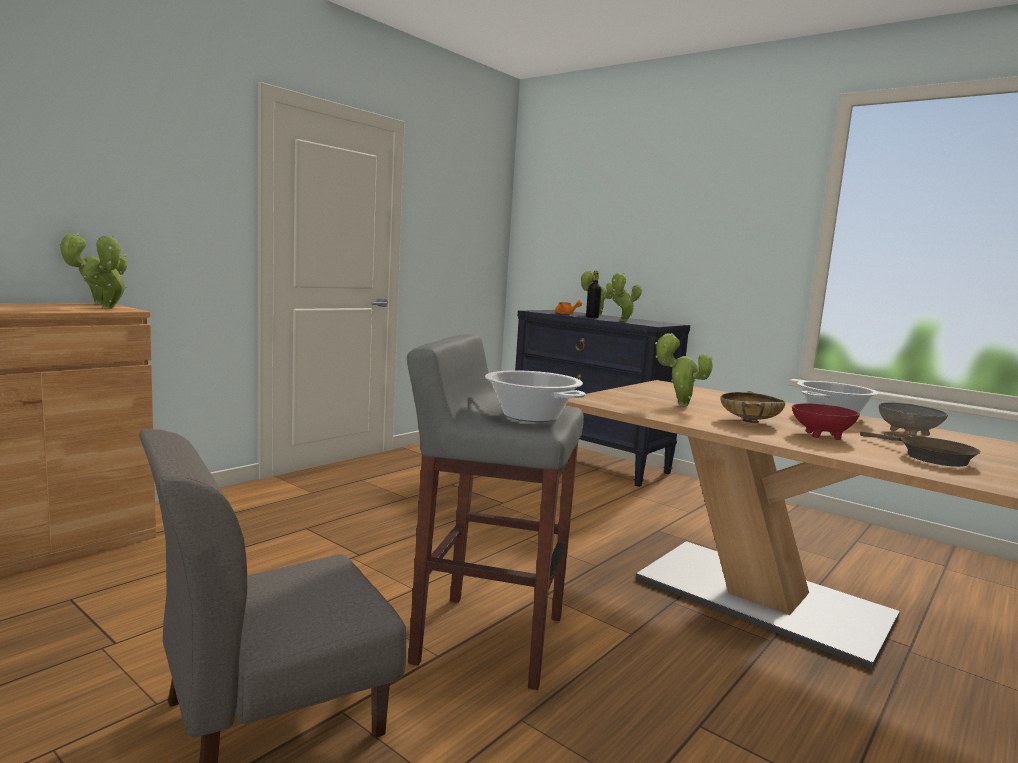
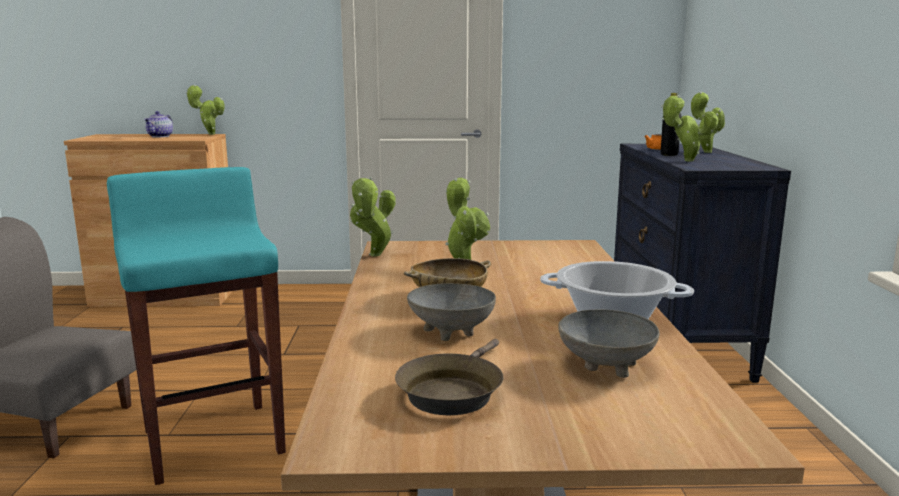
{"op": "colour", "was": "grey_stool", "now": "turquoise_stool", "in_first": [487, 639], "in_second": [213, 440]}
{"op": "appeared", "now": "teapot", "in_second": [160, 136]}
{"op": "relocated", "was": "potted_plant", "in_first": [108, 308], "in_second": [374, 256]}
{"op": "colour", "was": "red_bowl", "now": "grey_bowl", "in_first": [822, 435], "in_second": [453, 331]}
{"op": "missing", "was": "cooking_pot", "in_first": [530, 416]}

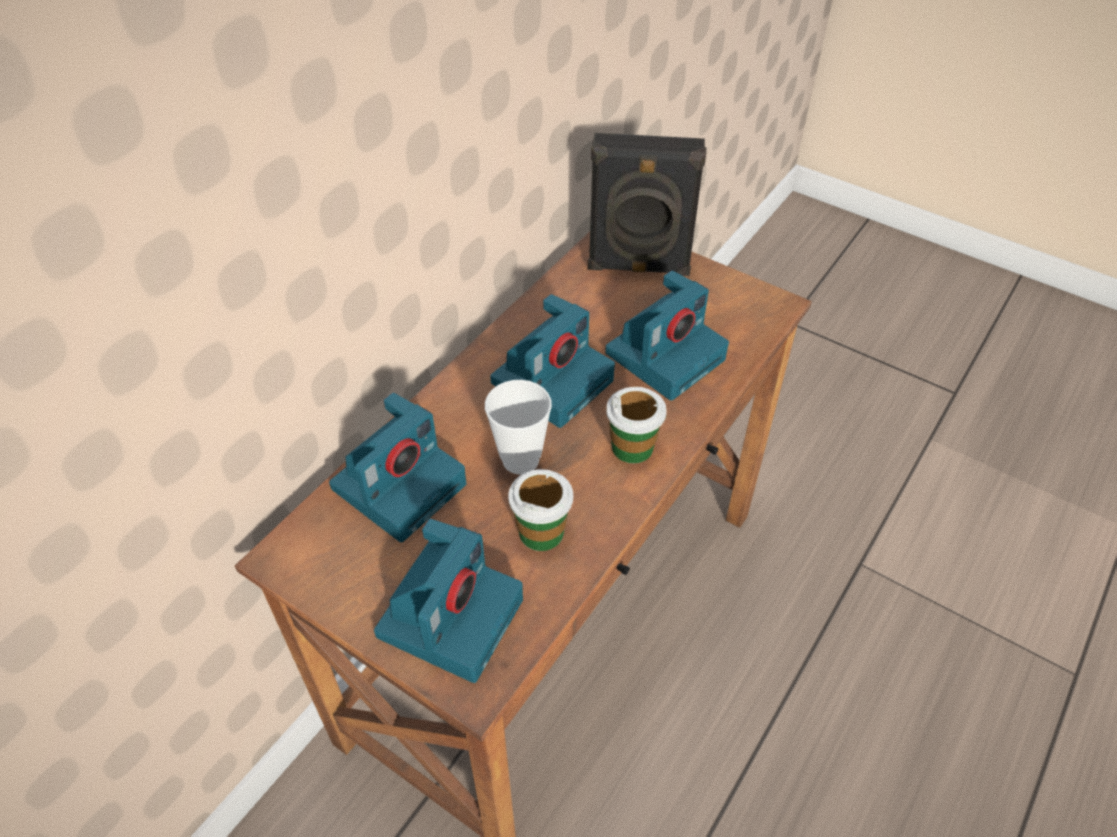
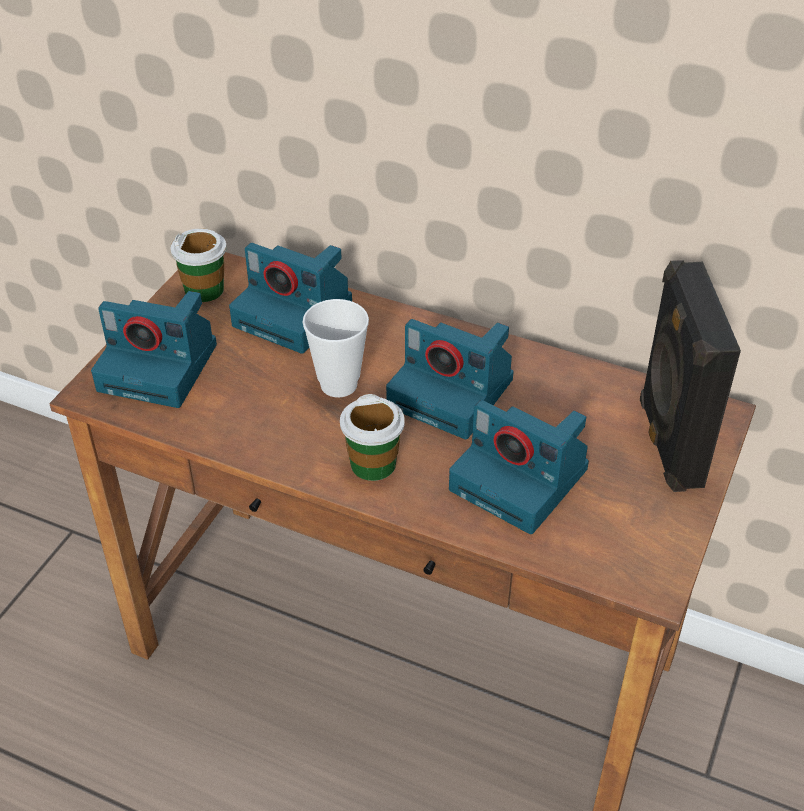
{"op": "relocated", "was": "cup", "in_first": [541, 531], "in_second": [204, 290]}

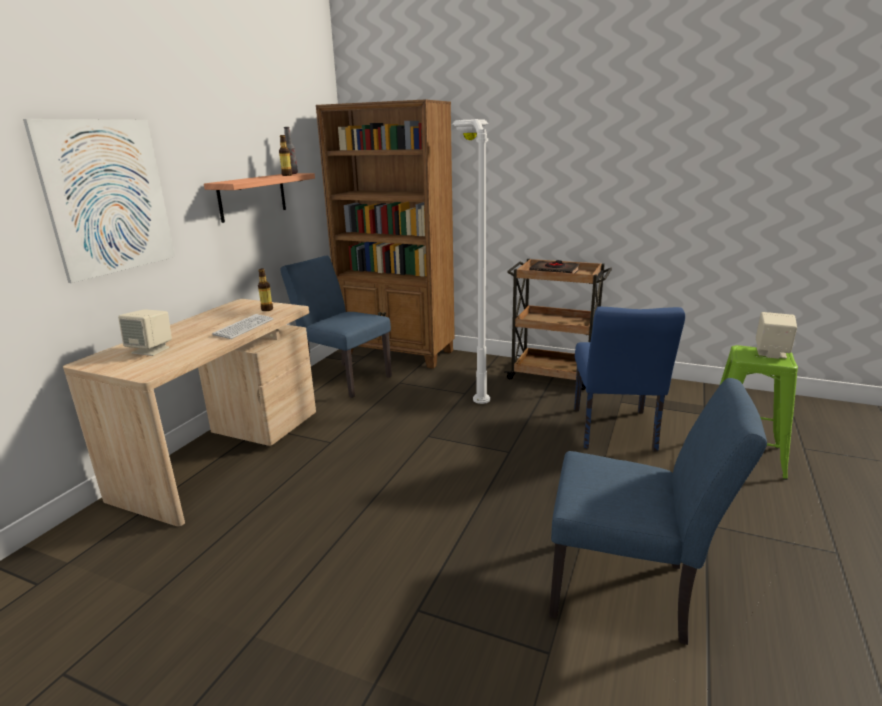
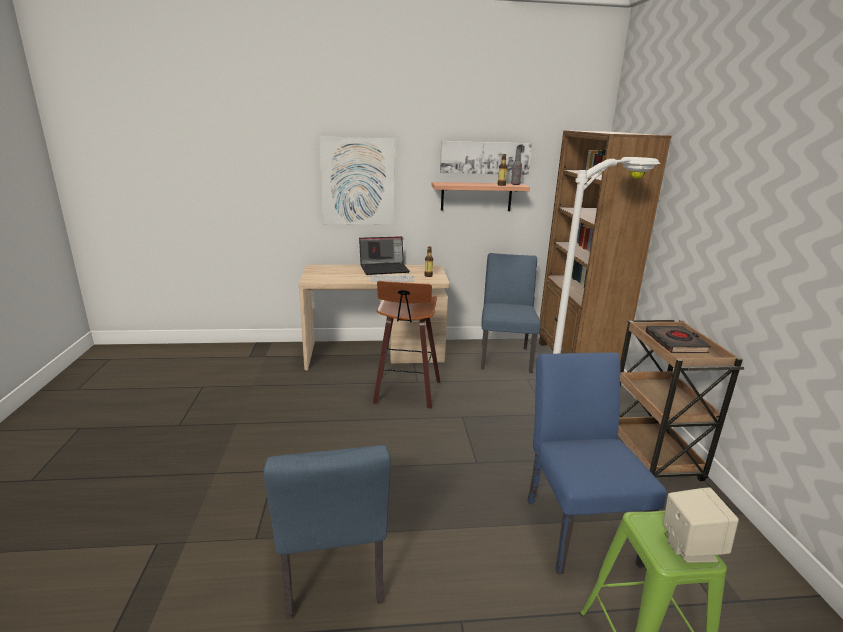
{"op": "appeared", "now": "laptop", "in_second": [385, 269]}
{"op": "appeared", "now": "stool", "in_second": [406, 393]}
{"op": "appeared", "now": "picture", "in_second": [485, 157]}
{"op": "spun", "was": "blue_chair", "in_first": [614, 433], "in_second": [576, 524], "clockwise": 105}
{"op": "missing", "was": "beige_speaker", "in_first": [151, 350]}

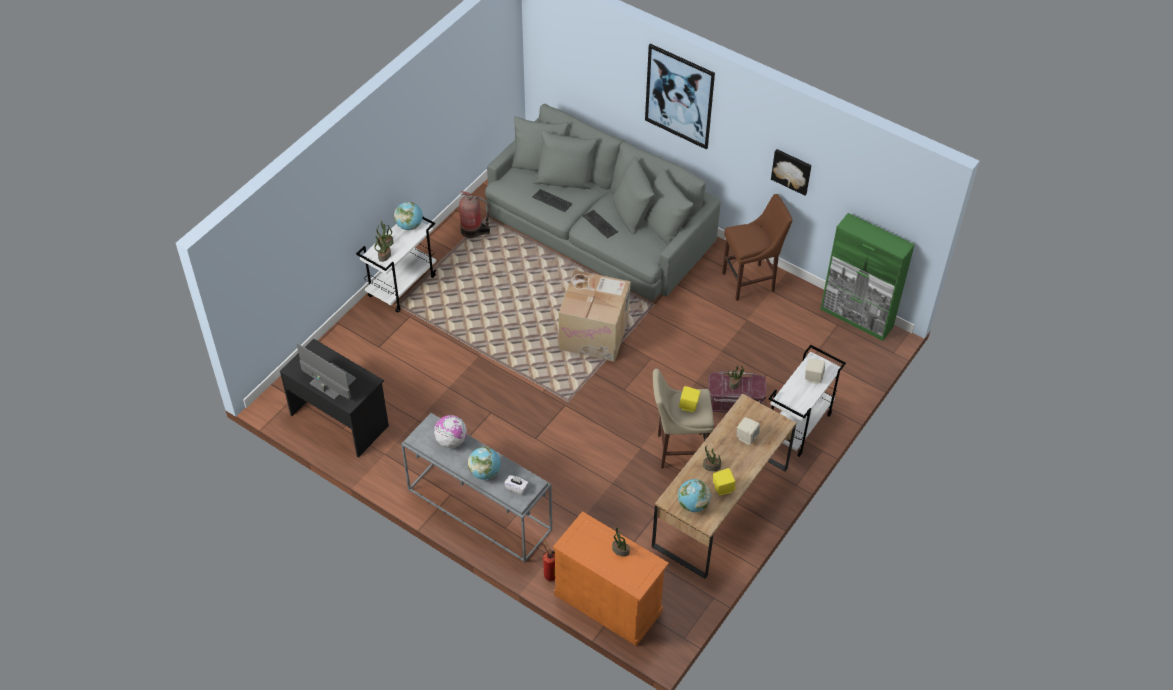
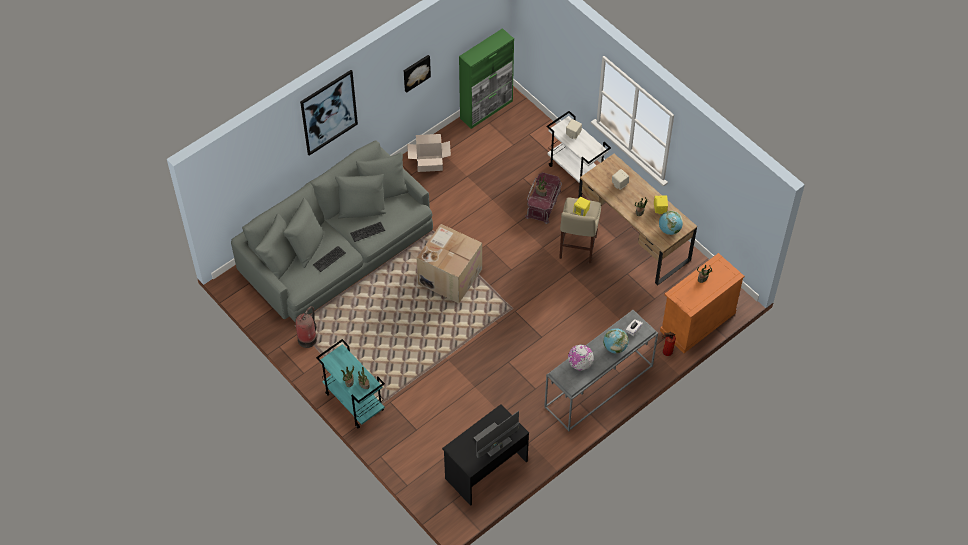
{"op": "colour", "was": "white_cart", "now": "turquoise_cart", "in_first": [402, 285], "in_second": [353, 402]}
{"op": "exchanged", "was": "brown_stool", "now": "cardboard_box", "in_first": [751, 281], "in_second": [429, 163]}
{"op": "missing", "was": "globe", "in_first": [409, 225]}

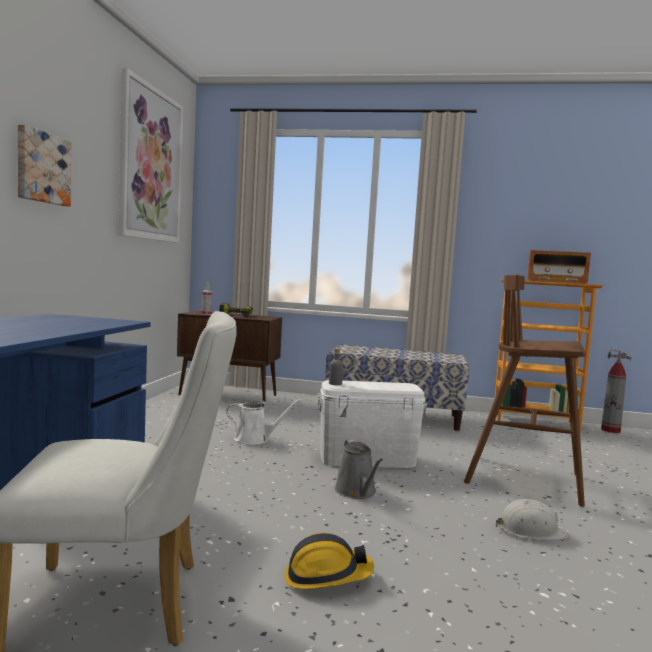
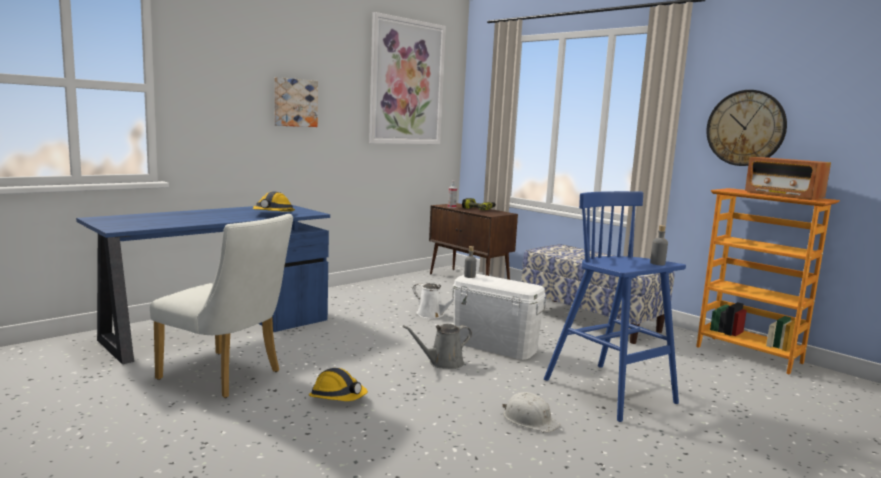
{"op": "appeared", "now": "hard_hat", "in_second": [273, 214]}
{"op": "spun", "was": "grey_watering_can", "in_first": [357, 492], "in_second": [443, 363], "clockwise": 45}
{"op": "colour", "was": "brown_stool", "now": "blue_stool", "in_first": [526, 480], "in_second": [611, 392]}
{"op": "appeared", "now": "grey_bottle", "in_second": [657, 263]}
{"op": "appeared", "now": "wall_clock", "in_second": [745, 128]}
{"op": "missing", "was": "fire_extinguisher", "in_first": [610, 430]}

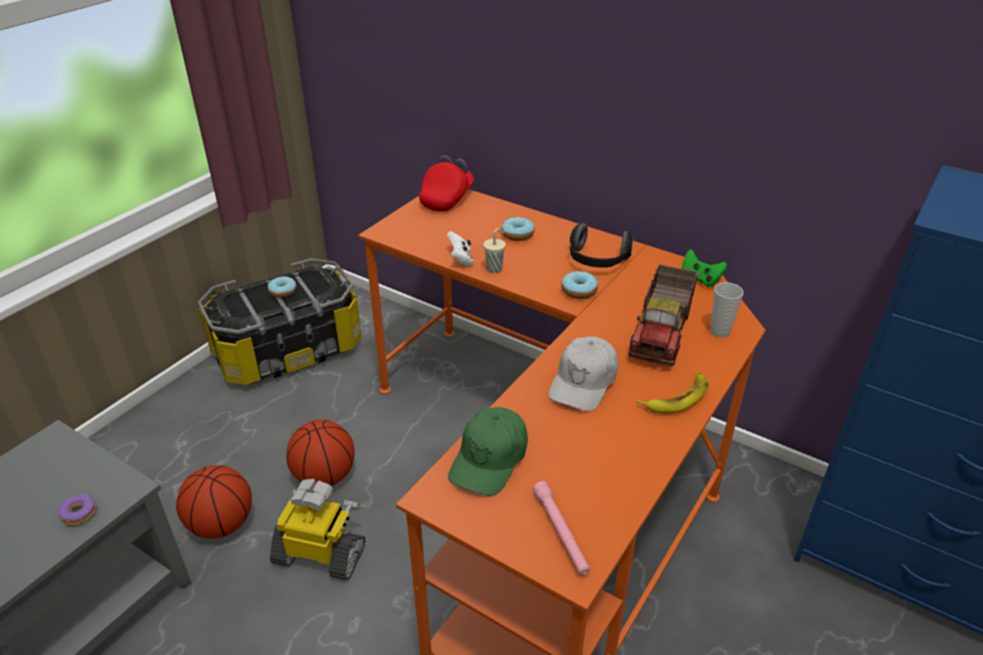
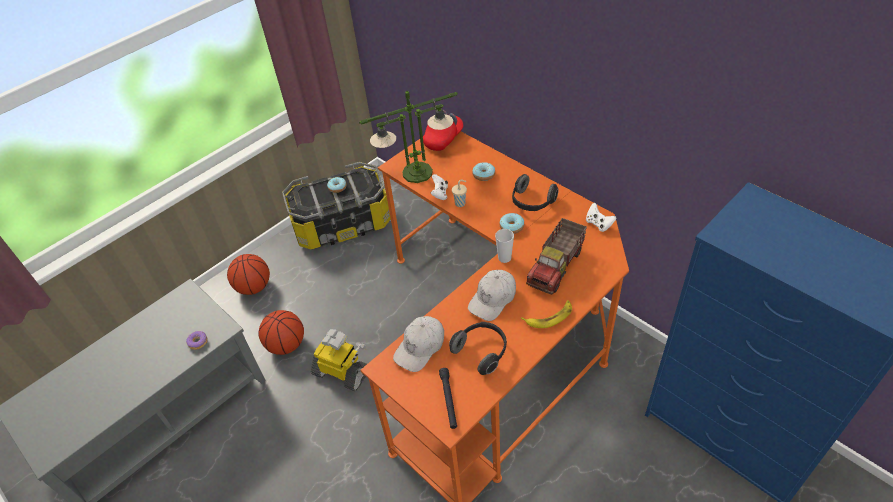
{"op": "relocated", "was": "basketball", "in_first": [324, 477], "in_second": [254, 287]}
{"op": "appeared", "now": "table_lamp", "in_second": [417, 173]}
{"op": "colour", "was": "green_cap", "now": "white_cap", "in_first": [490, 459], "in_second": [420, 347]}
{"op": "colour", "was": "pink_flashlight", "now": "black_flashlight", "in_first": [561, 532], "in_second": [448, 400]}
{"op": "appeared", "now": "headphones", "in_second": [481, 351]}
{"op": "relocated", "was": "cup", "in_first": [719, 331], "in_second": [504, 258]}
{"op": "colour", "was": "green_game_controller", "now": "white_game_controller", "in_first": [700, 279], "in_second": [598, 224]}

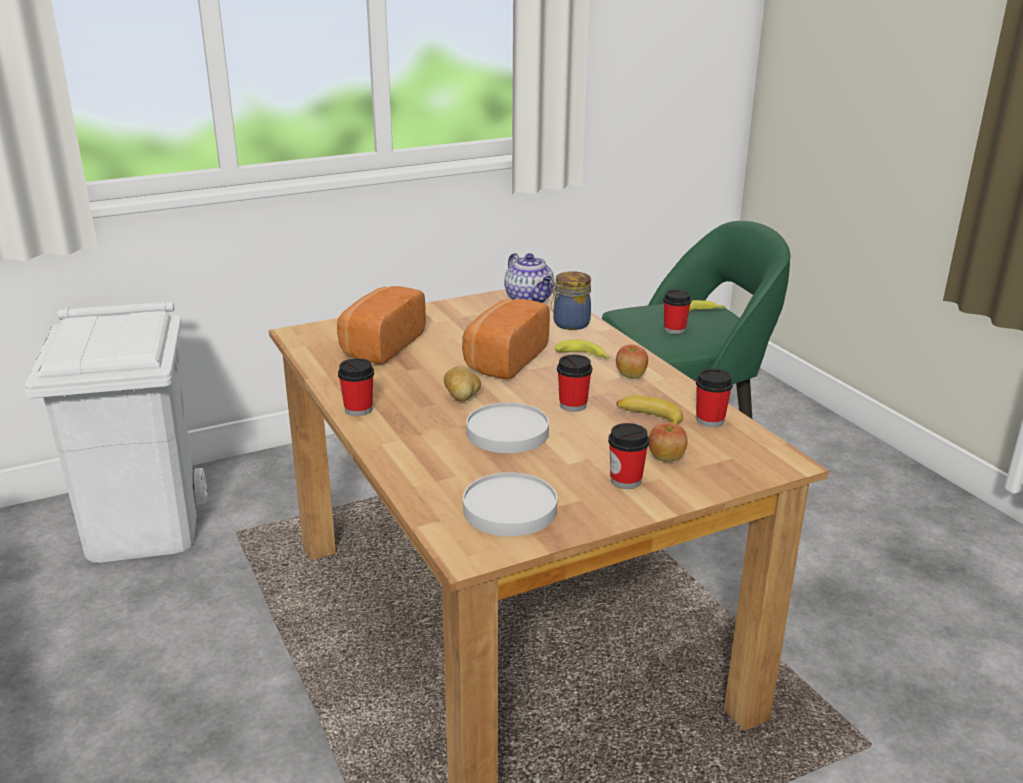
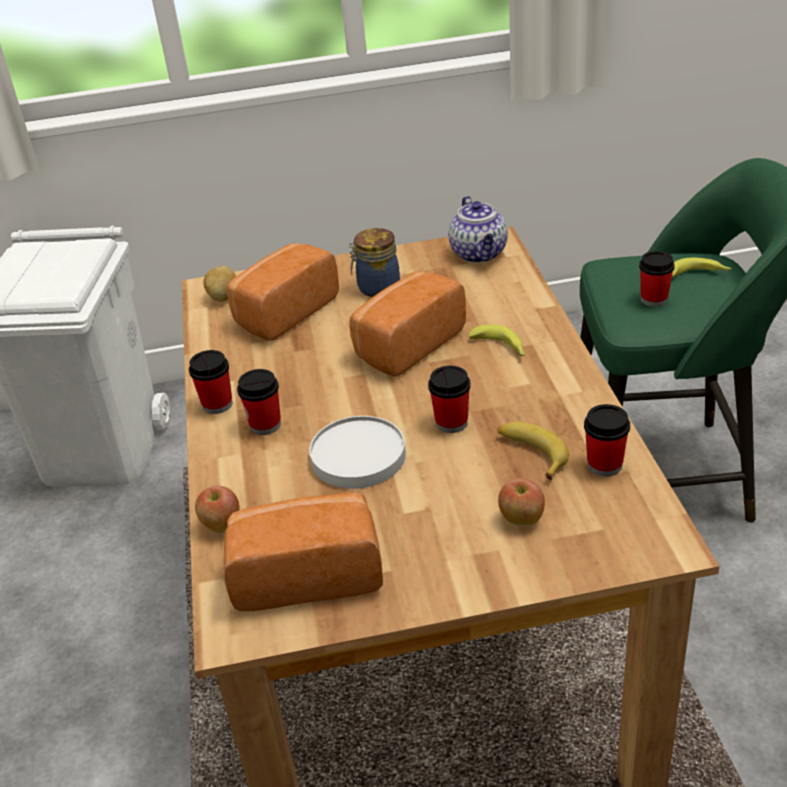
{"op": "relocated", "was": "apple", "in_first": [630, 376], "in_second": [221, 526]}
{"op": "relocated", "was": "potato", "in_first": [462, 398], "in_second": [225, 297]}
{"op": "exchanged", "was": "white_plate", "now": "bread", "in_first": [510, 509], "in_second": [307, 573]}
{"op": "relocated", "was": "cup", "in_first": [625, 480], "in_second": [265, 425]}
{"op": "relocated", "was": "jar", "in_first": [569, 324], "in_second": [377, 288]}

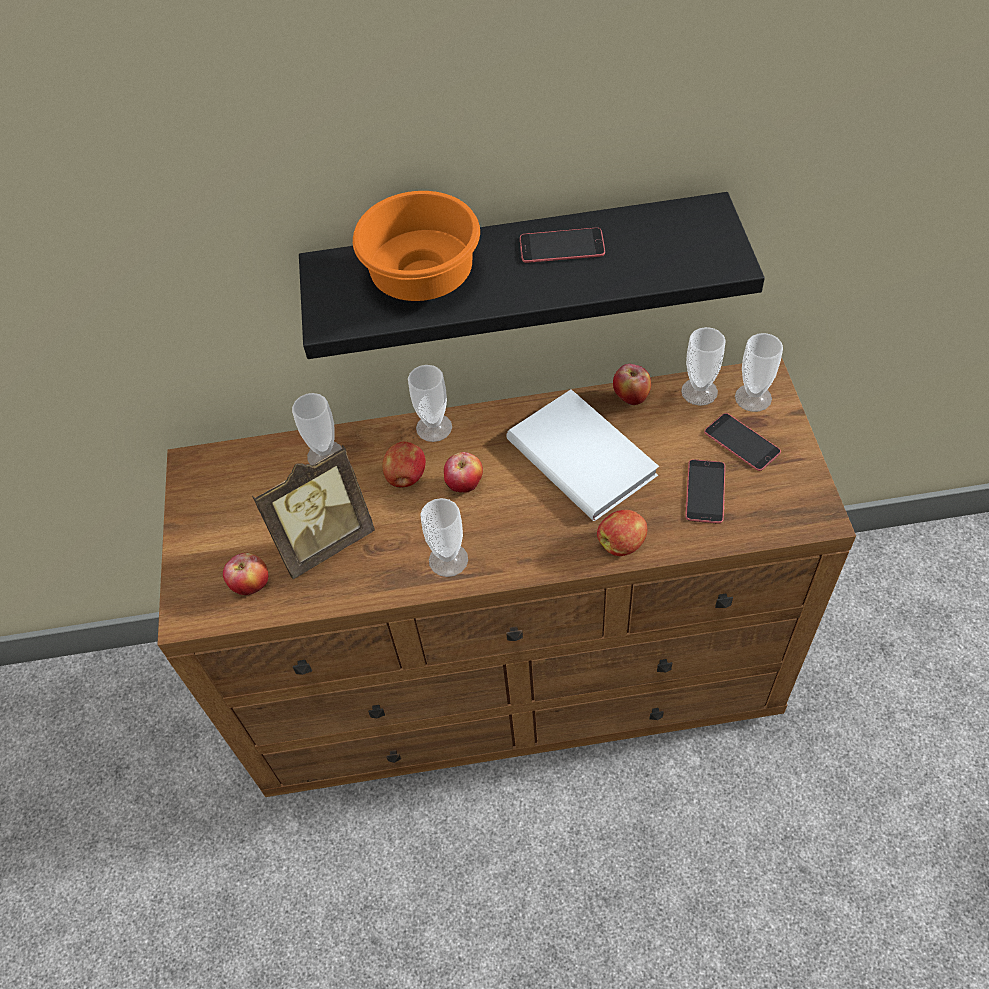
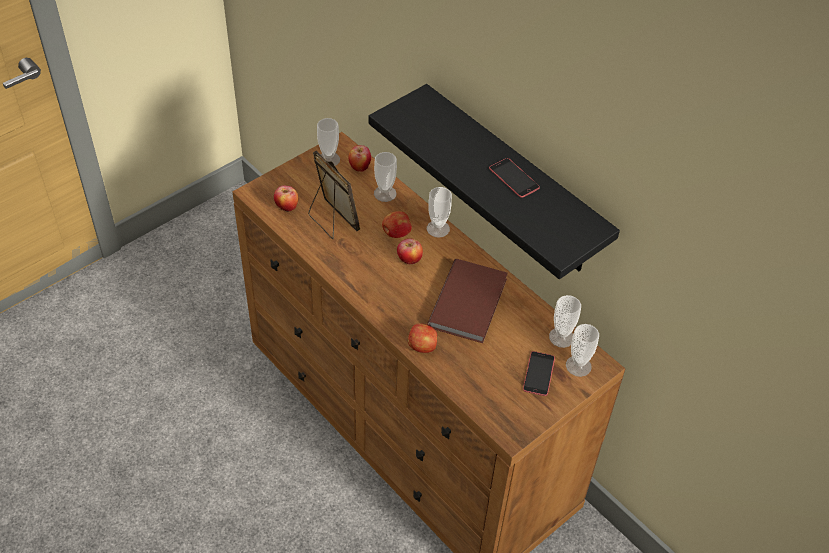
{"op": "spun", "was": "picture_frame", "in_first": [324, 542], "in_second": [332, 221], "clockwise": -150}
{"op": "relocated", "was": "cup", "in_first": [448, 560], "in_second": [329, 159]}
{"op": "relocated", "was": "apple", "in_first": [630, 398], "in_second": [359, 167]}
{"op": "colour", "was": "white_book", "now": "brown_book", "in_first": [582, 455], "in_second": [470, 302]}
{"op": "missing", "was": "orange_bowl", "in_first": [427, 277]}
{"op": "missing", "was": "phone", "in_first": [705, 491]}

